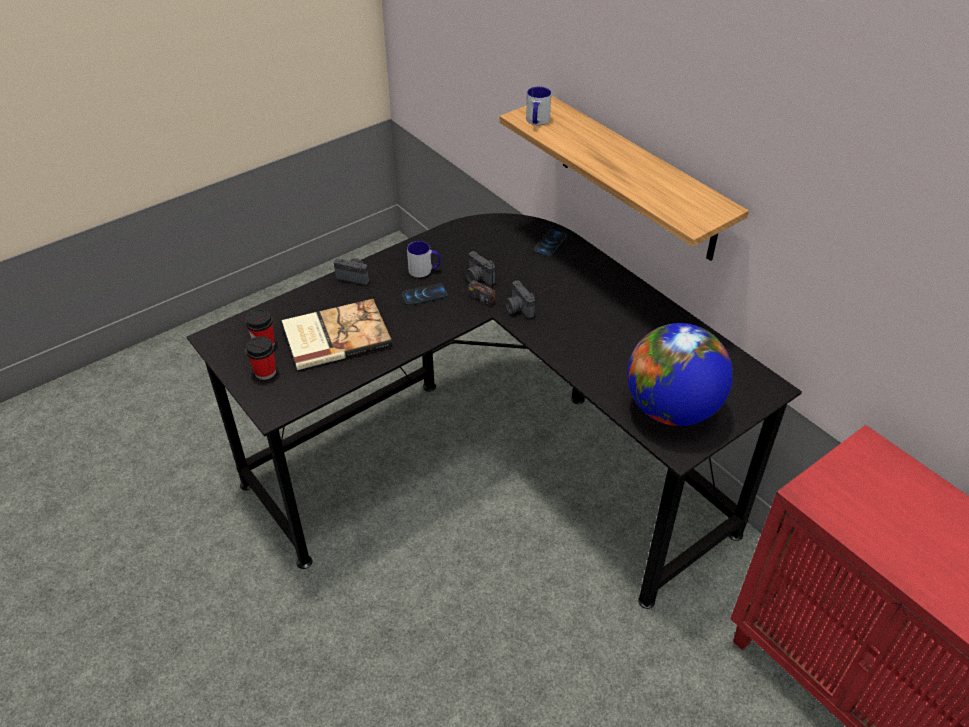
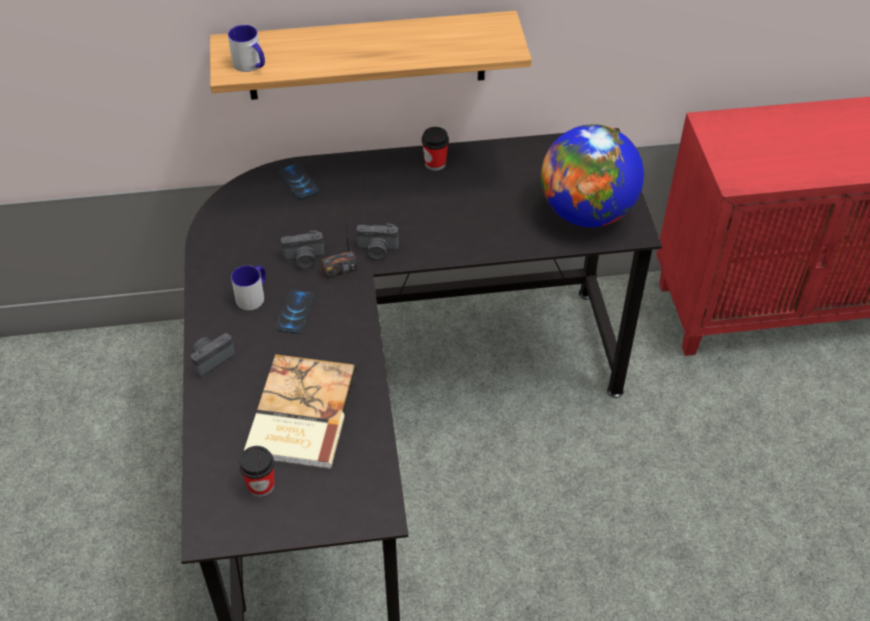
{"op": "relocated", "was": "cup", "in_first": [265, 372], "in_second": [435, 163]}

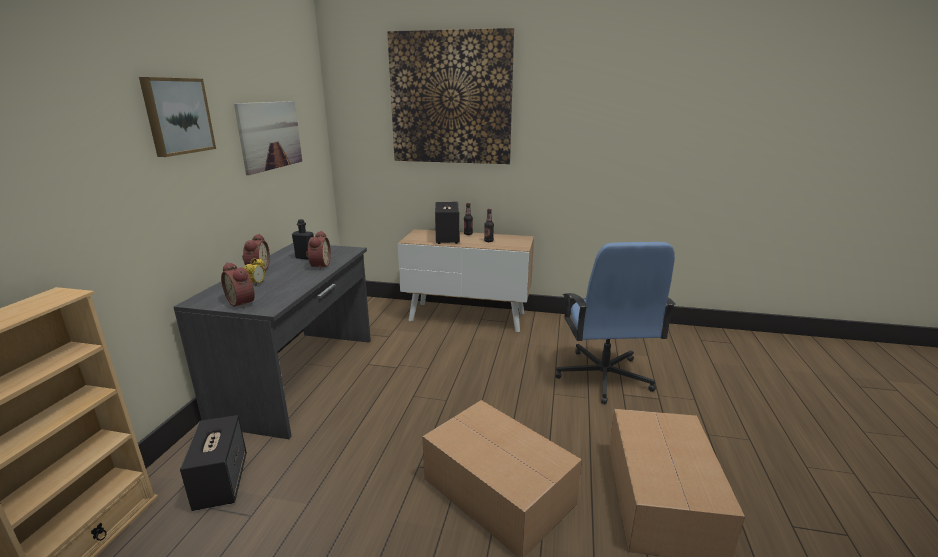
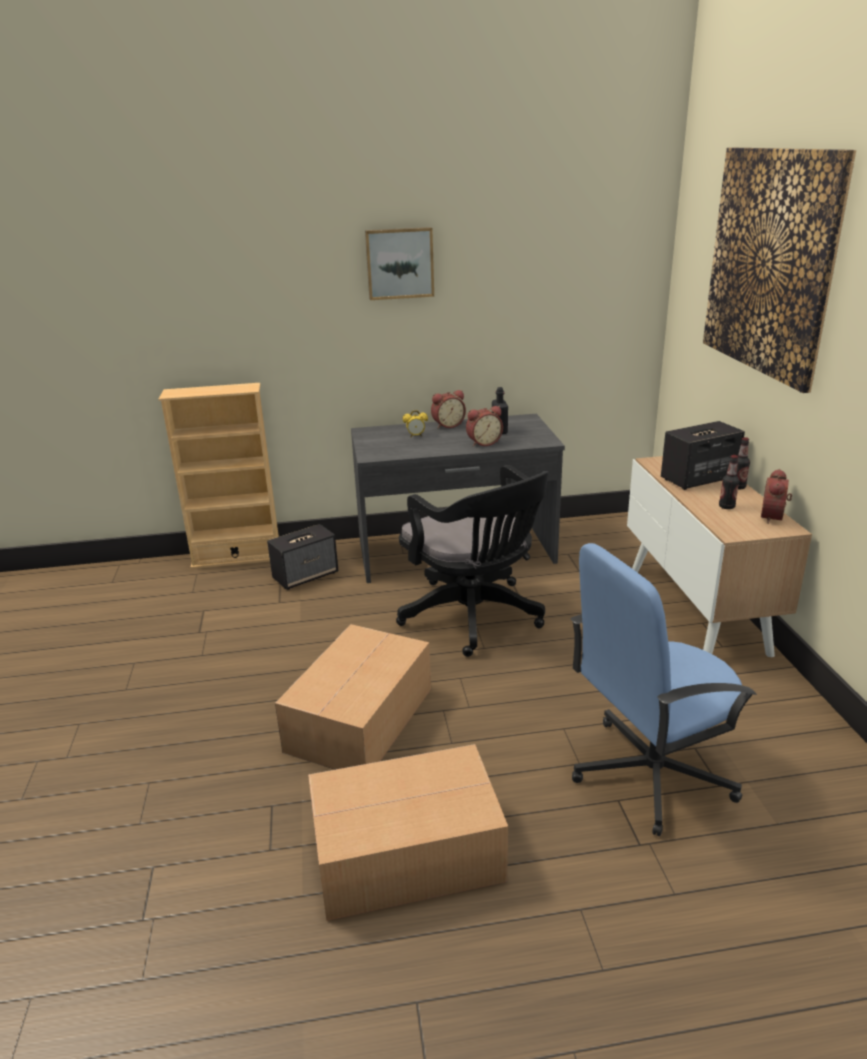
{"op": "appeared", "now": "black_office_chair", "in_second": [475, 617]}
{"op": "relocated", "was": "alarm_clock", "in_first": [243, 302], "in_second": [774, 517]}
{"op": "missing", "was": "picture", "in_first": [270, 135]}

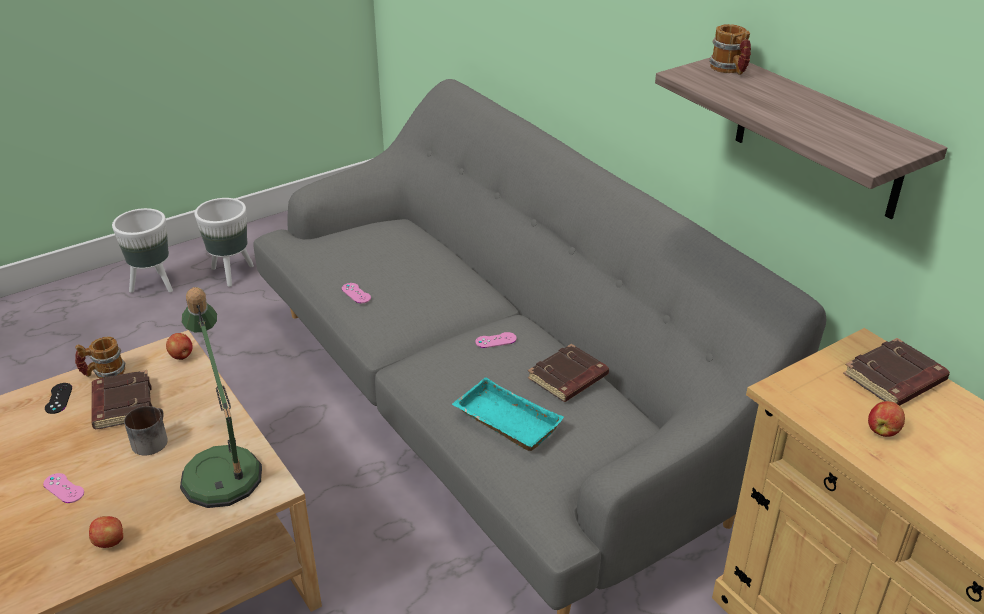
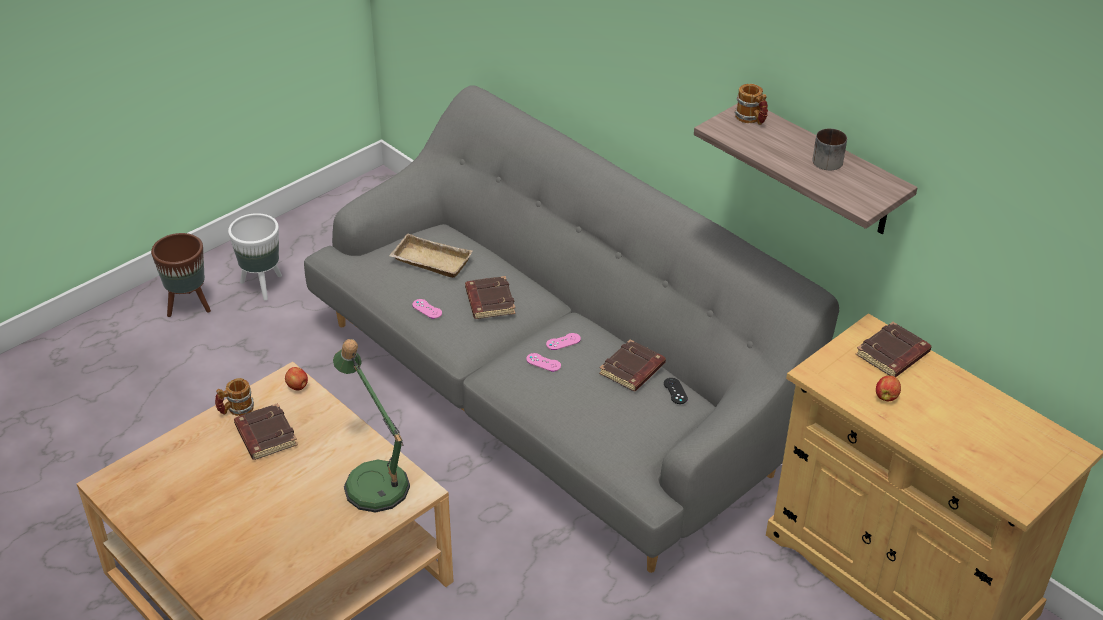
{"op": "colour", "was": "white_planter", "now": "brown_planter", "in_first": [154, 285], "in_second": [189, 306]}
{"op": "appeared", "now": "beige_tray", "in_second": [429, 262]}
{"op": "appeared", "now": "brown_book", "in_second": [489, 301]}
{"op": "relocated", "was": "pink_game_controller", "in_first": [64, 488], "in_second": [543, 362]}
{"op": "relocated", "was": "black_game_controller", "in_first": [58, 398], "in_second": [675, 391]}
{"op": "relocated", "was": "mug", "in_first": [151, 439], "in_second": [826, 159]}
{"op": "missing", "was": "apple", "in_first": [110, 542]}
{"op": "missing", "was": "turquoise_tray", "in_first": [504, 422]}

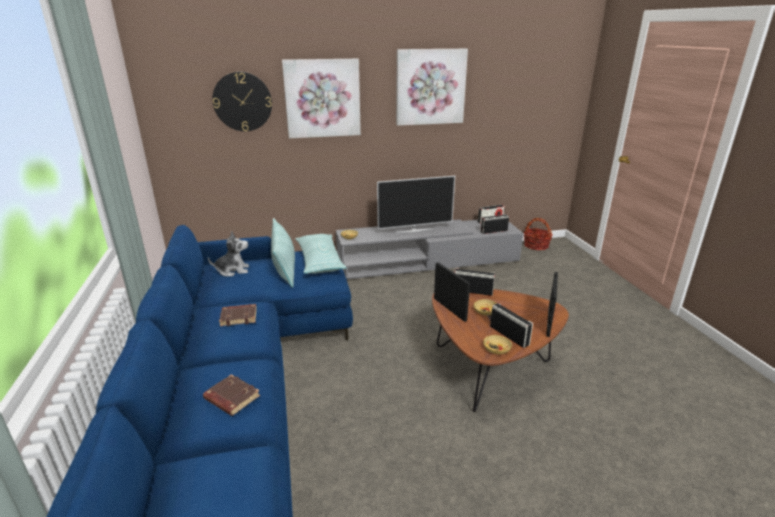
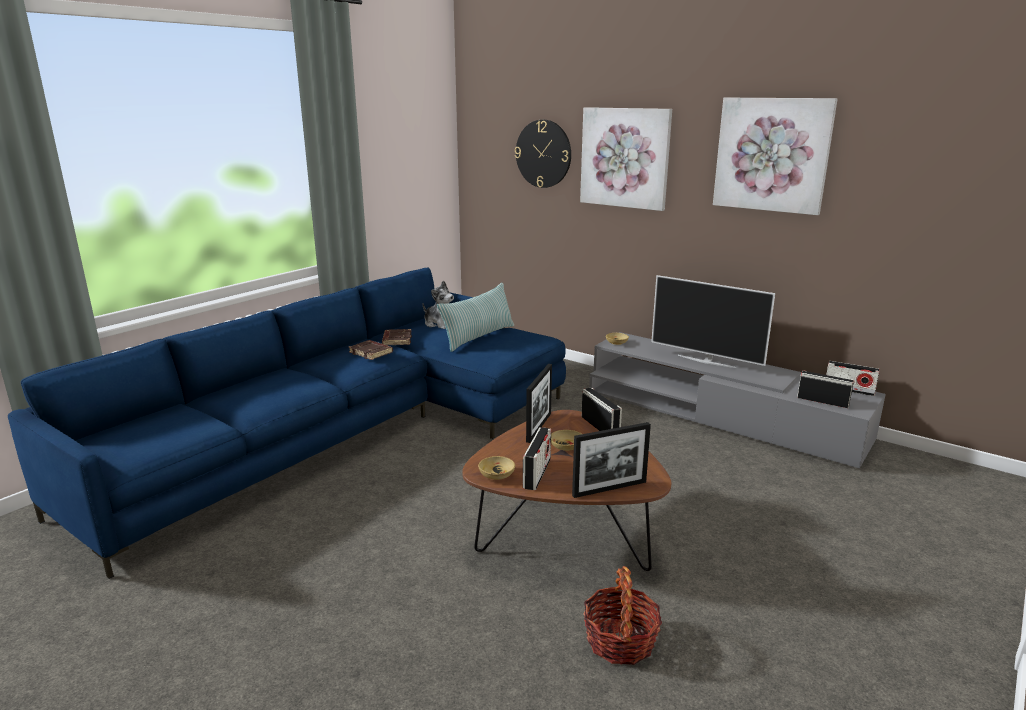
{"op": "relocated", "was": "brown_book", "in_first": [231, 398], "in_second": [396, 340]}
{"op": "relocated", "was": "basket", "in_first": [536, 245], "in_second": [620, 641]}
{"op": "missing", "was": "pillow", "in_first": [319, 261]}

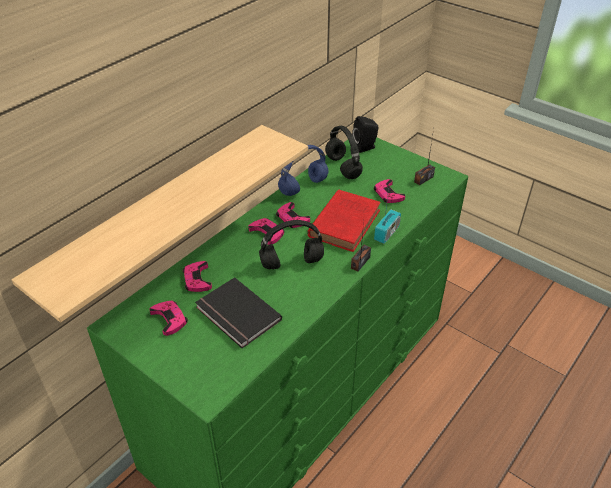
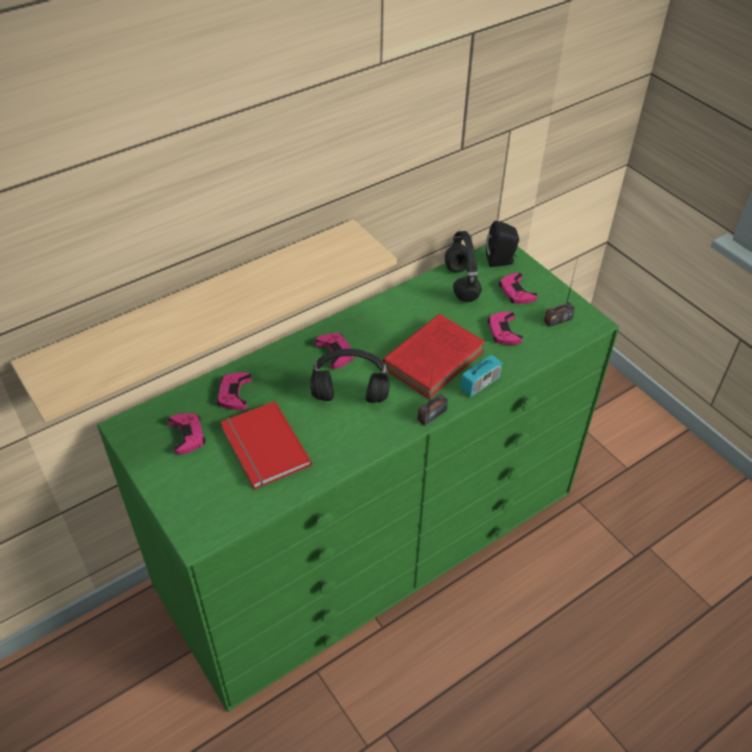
{"op": "colour", "was": "black_book", "now": "red_book", "in_first": [236, 315], "in_second": [262, 448]}
{"op": "relocated", "was": "pink_game_controller", "in_first": [292, 218], "in_second": [516, 292]}
{"op": "missing", "was": "blue_headphones", "in_first": [303, 187]}

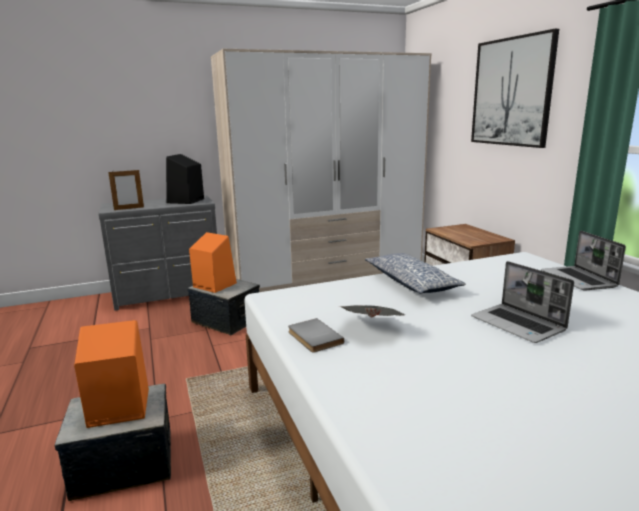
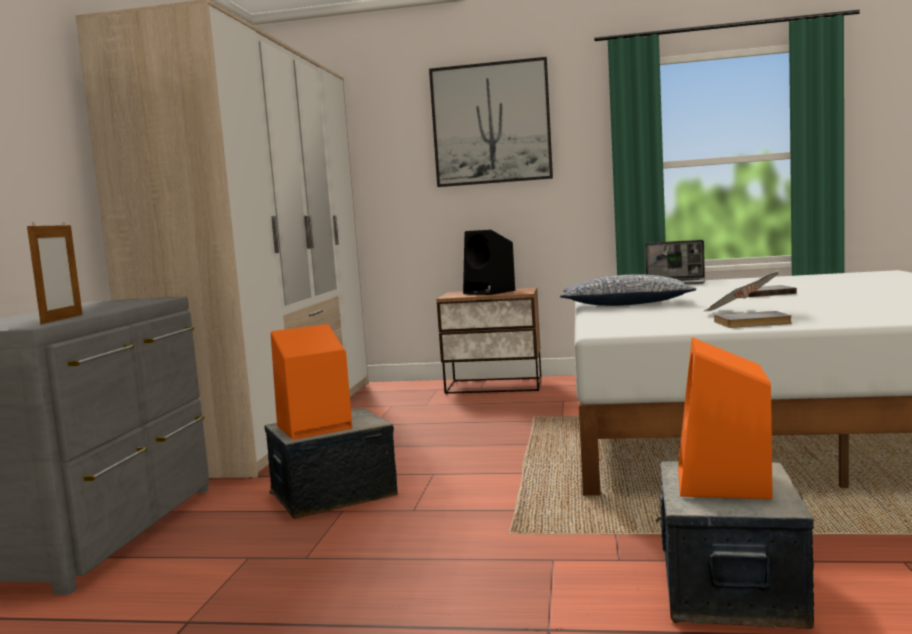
{"op": "relocated", "was": "black_speaker", "in_first": [185, 201], "in_second": [490, 292]}
{"op": "exchanged", "was": "laptop", "now": "grey_book", "in_first": [519, 324], "in_second": [764, 293]}

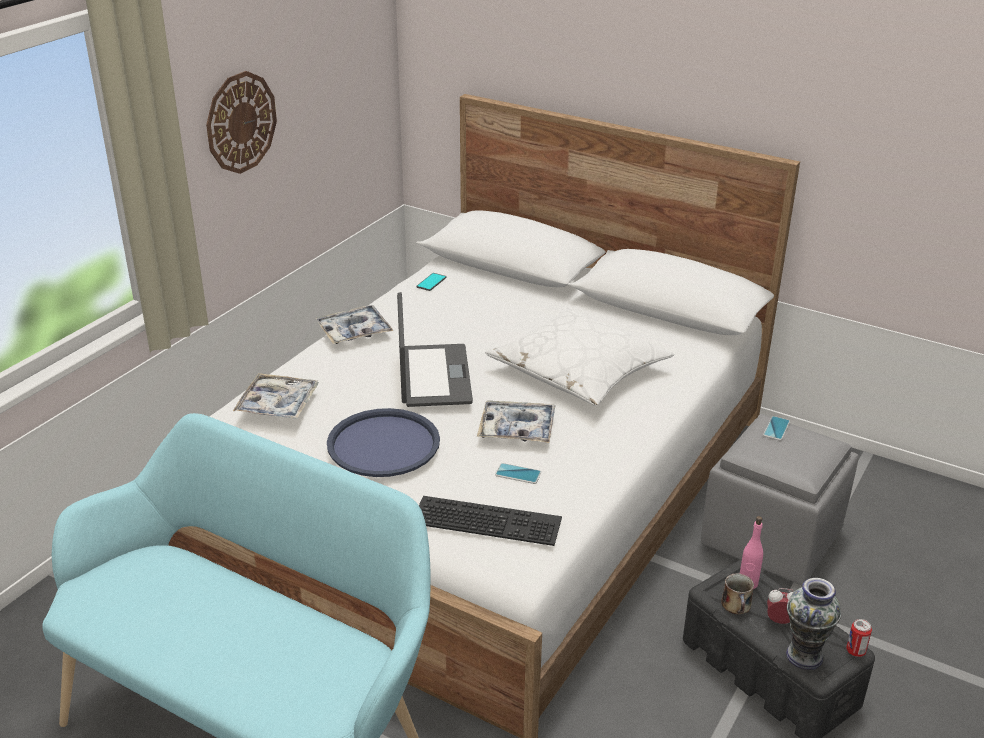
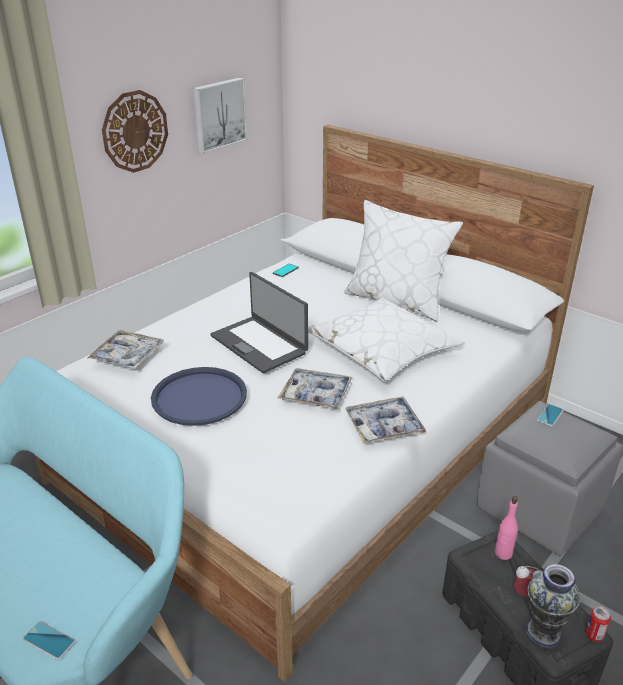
{"op": "relocated", "was": "phone", "in_first": [518, 474], "in_second": [49, 640]}
{"op": "appeared", "now": "picture", "in_second": [218, 114]}
{"op": "spun", "was": "laptop", "in_first": [432, 376], "in_second": [259, 344], "clockwise": 135}
{"op": "appeared", "now": "white_pillow", "in_second": [397, 300]}
{"op": "relocated", "was": "tray", "in_first": [354, 331], "in_second": [384, 426]}
{"op": "missing", "was": "keyboard", "in_first": [489, 519]}
{"op": "missing", "was": "mug", "in_first": [736, 605]}

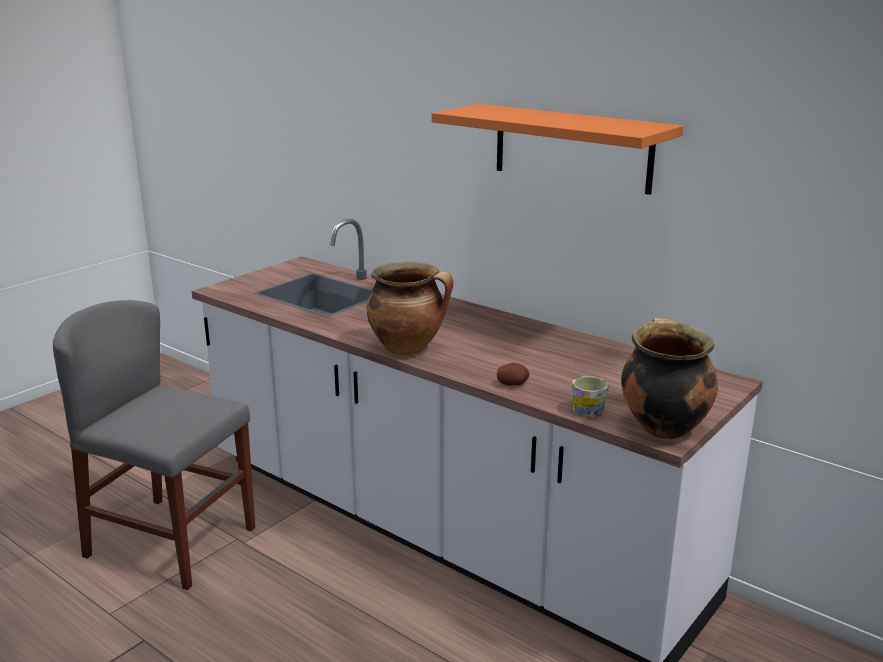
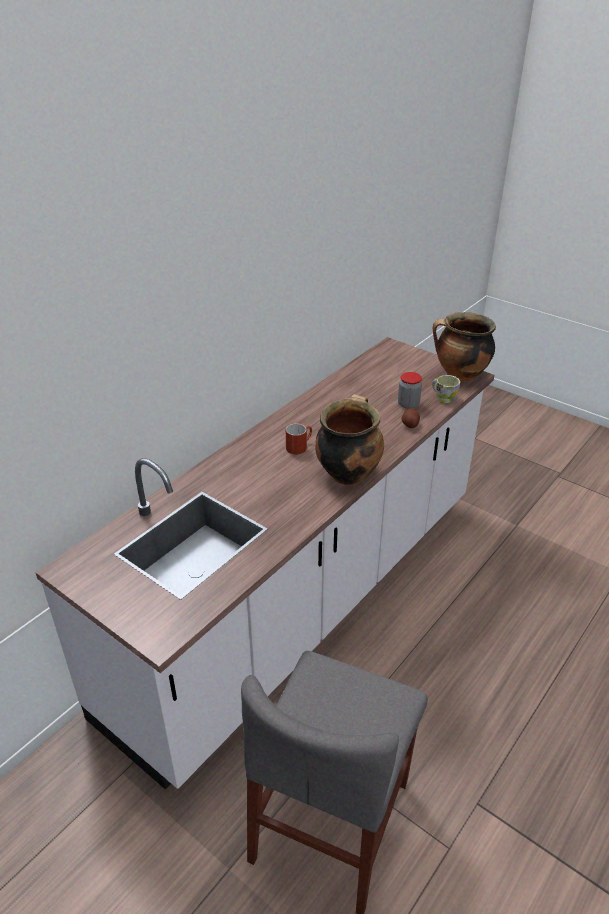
{"op": "appeared", "now": "red_mug", "in_second": [299, 446]}
{"op": "appeared", "now": "jar", "in_second": [408, 404]}
{"op": "missing", "was": "orange_shelf", "in_first": [572, 148]}

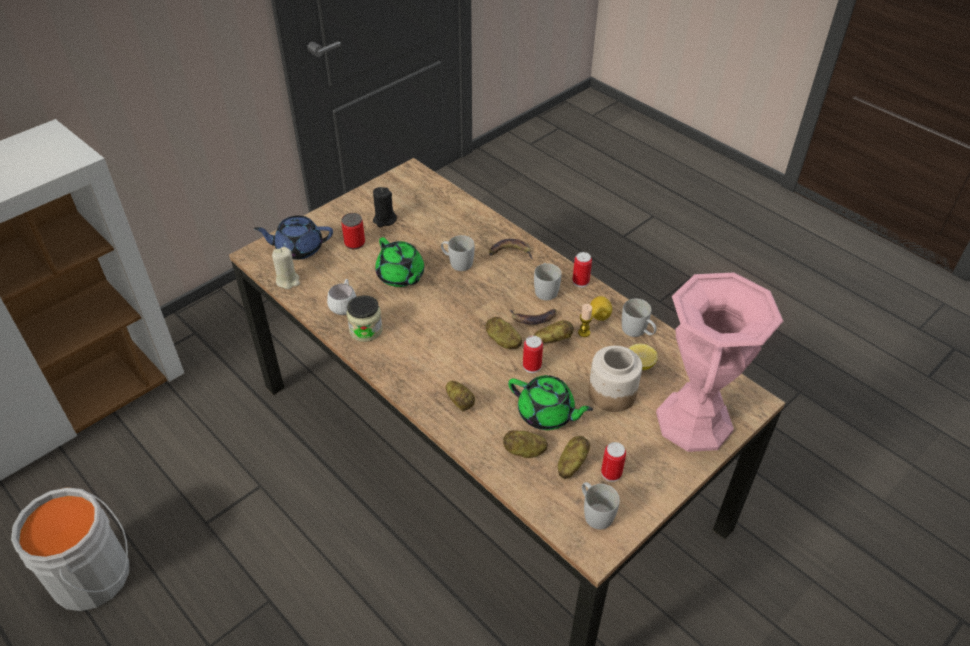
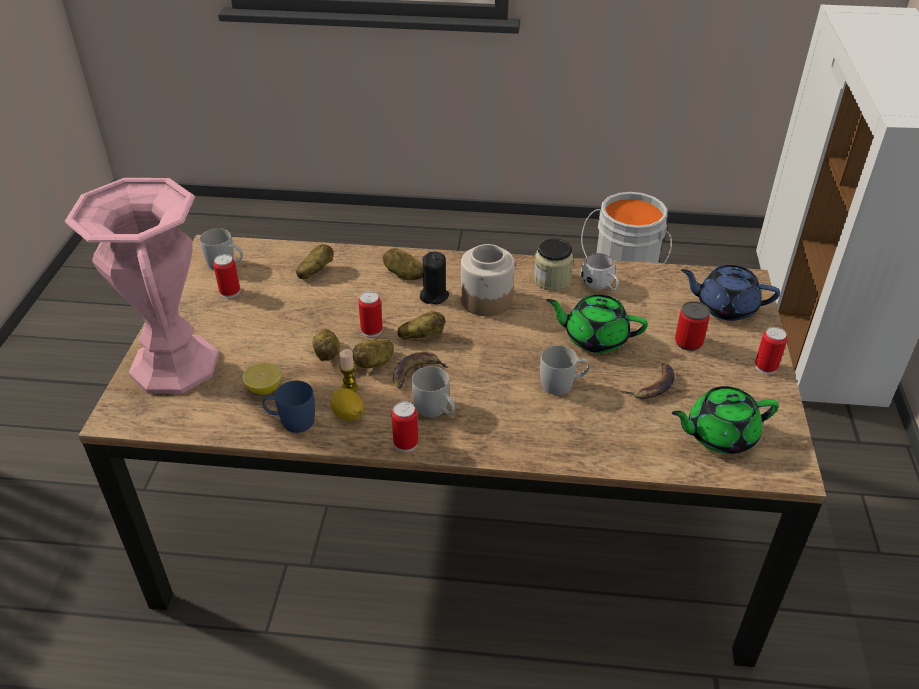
{"op": "colour", "was": "white_mug", "now": "blue_mug", "in_first": [637, 331], "in_second": [291, 421]}
{"op": "relocated", "was": "potato", "in_first": [571, 464], "in_second": [328, 354]}
{"op": "relocated", "was": "black_candle", "in_first": [384, 220], "in_second": [434, 295]}
{"op": "relocated", "was": "jar", "in_first": [611, 393], "in_second": [487, 300]}
{"op": "relocated", "was": "banana", "in_first": [510, 252], "in_second": [652, 386]}
{"op": "relocated", "was": "green_teapot", "in_first": [547, 414], "in_second": [719, 435]}
{"op": "spun", "was": "blue_teapot", "in_first": [298, 248], "in_second": [725, 307], "clockwise": -120}
{"op": "appeared", "now": "can", "in_second": [765, 367]}
{"op": "missing", "was": "beige_candle", "in_first": [288, 280]}

